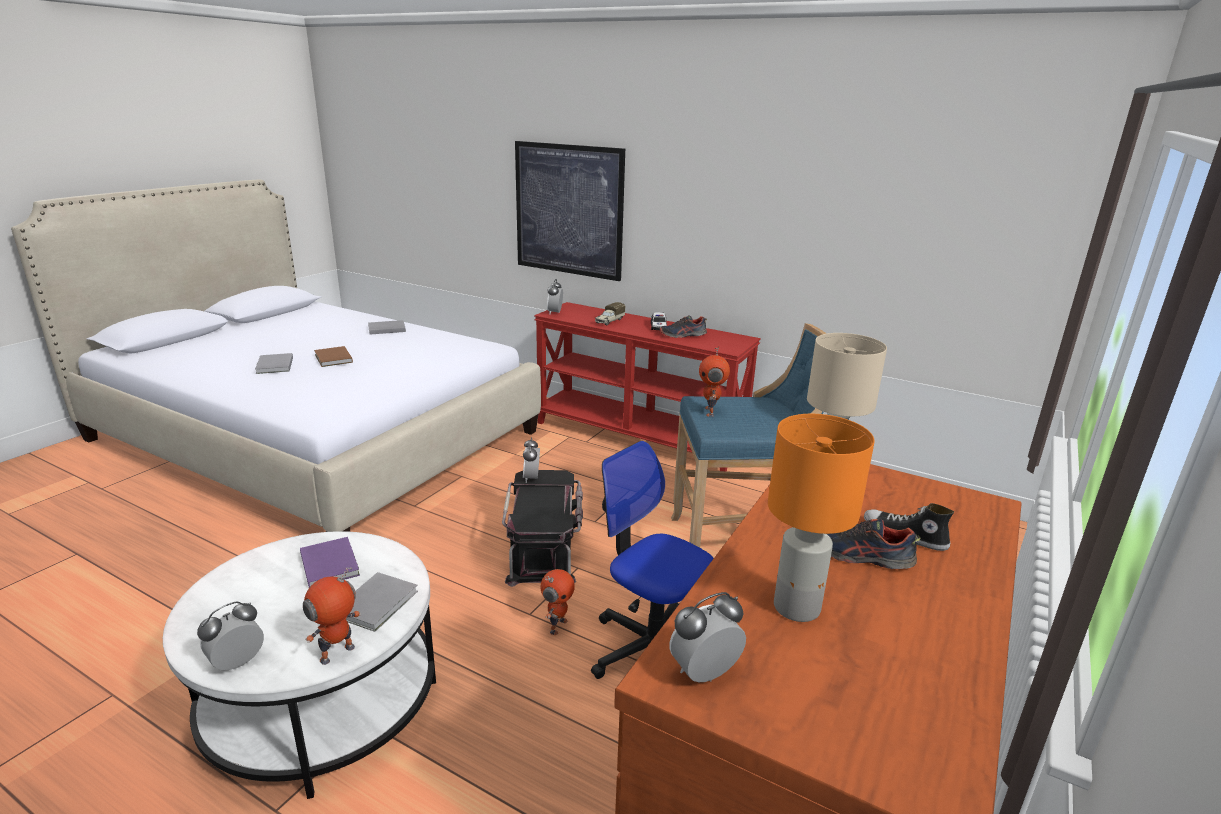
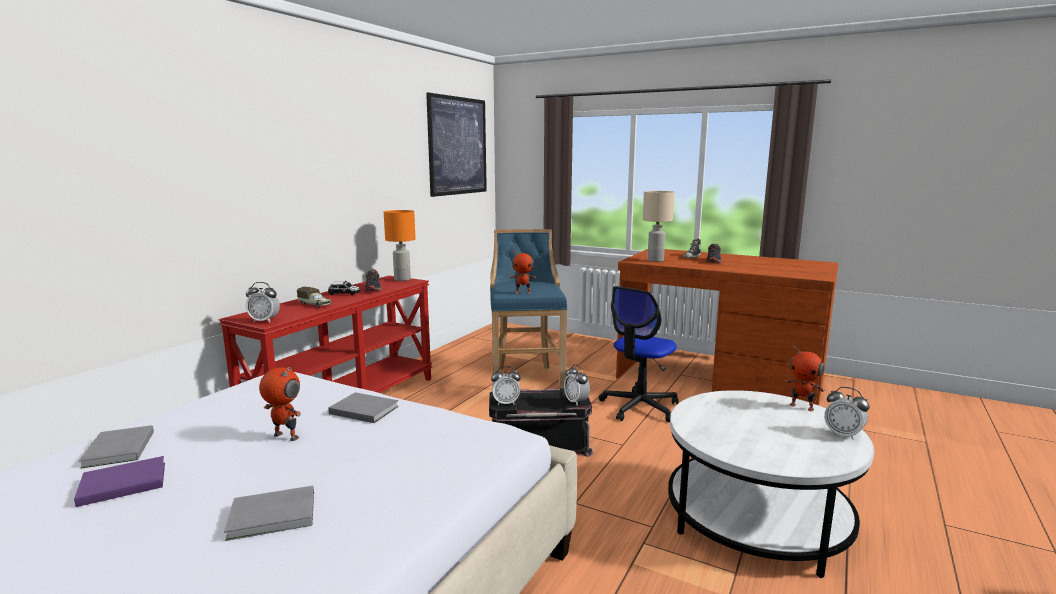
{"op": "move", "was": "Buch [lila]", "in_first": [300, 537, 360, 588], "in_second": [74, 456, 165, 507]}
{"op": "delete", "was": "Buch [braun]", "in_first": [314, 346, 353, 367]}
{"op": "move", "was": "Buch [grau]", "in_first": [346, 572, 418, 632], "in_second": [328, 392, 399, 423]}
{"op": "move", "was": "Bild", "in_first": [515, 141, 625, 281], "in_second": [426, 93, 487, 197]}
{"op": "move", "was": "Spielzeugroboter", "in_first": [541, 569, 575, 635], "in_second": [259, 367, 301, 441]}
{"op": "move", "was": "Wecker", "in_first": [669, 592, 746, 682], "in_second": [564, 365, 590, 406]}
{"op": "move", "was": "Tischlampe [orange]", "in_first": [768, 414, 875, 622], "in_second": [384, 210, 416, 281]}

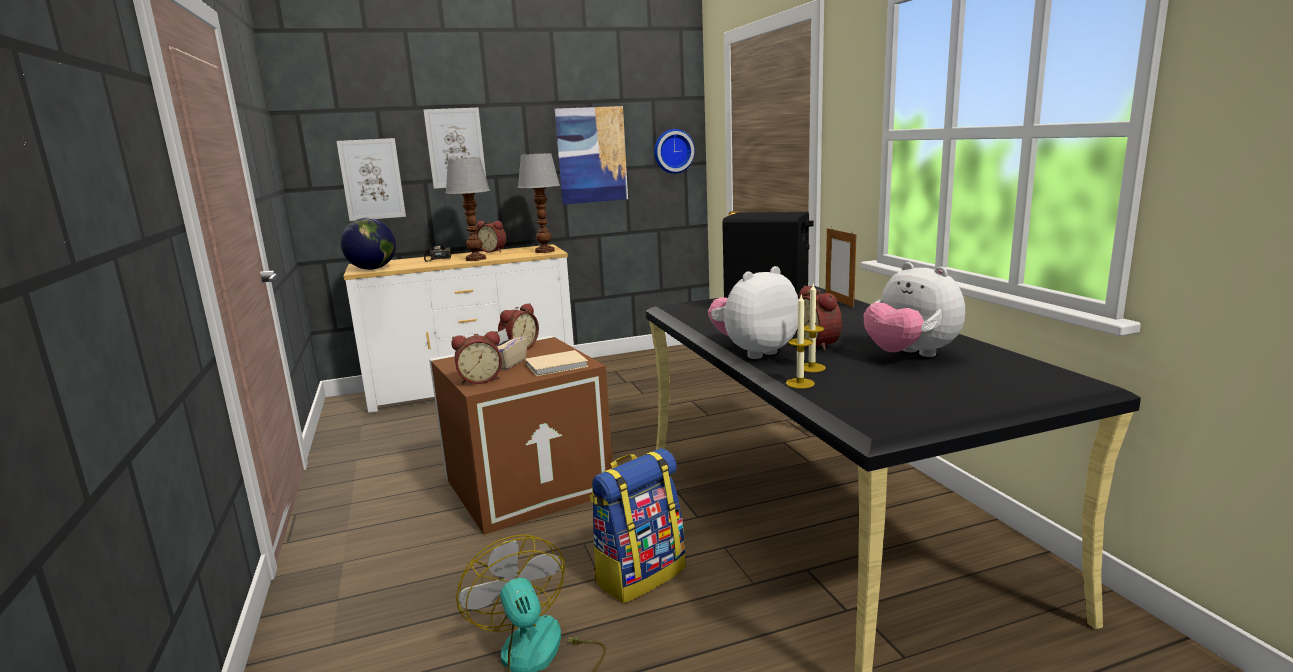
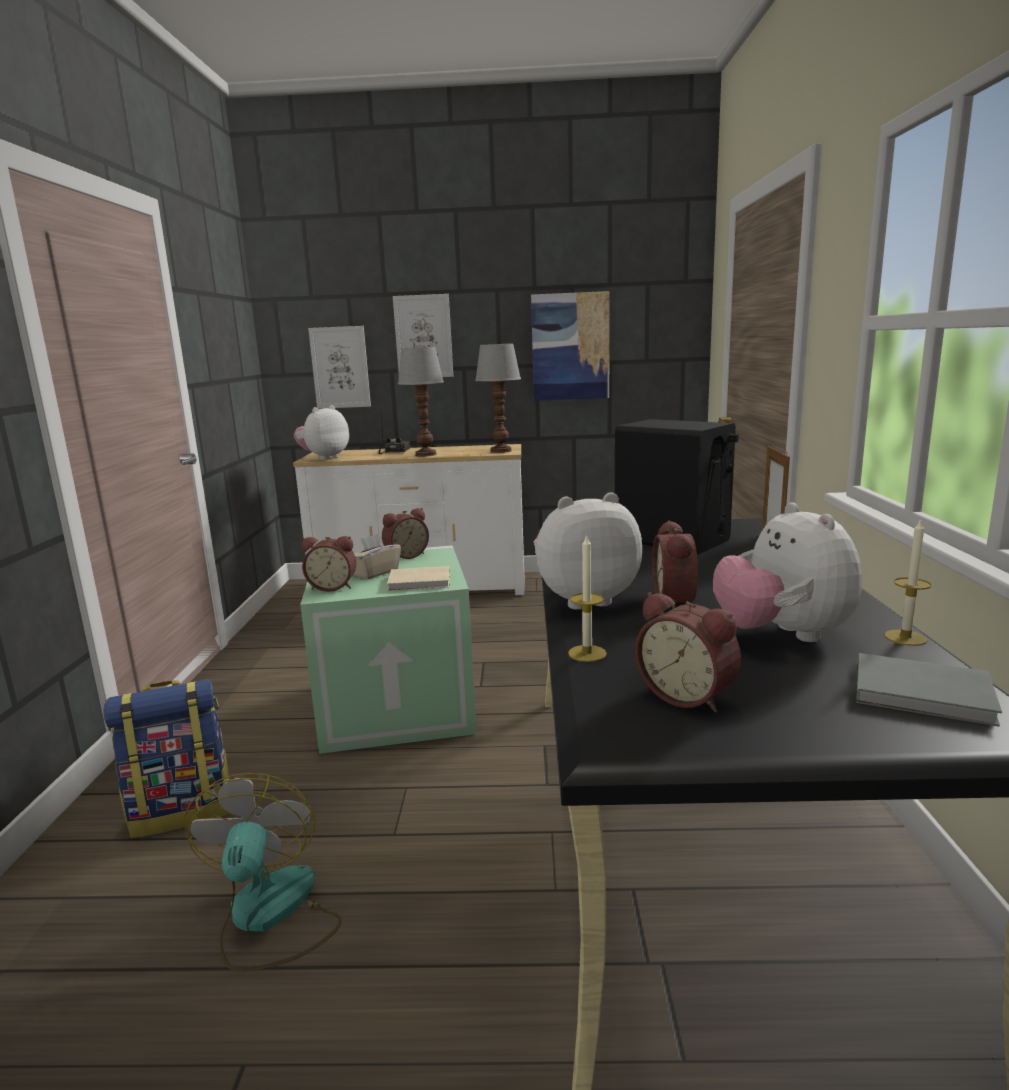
{"op": "replace", "was": "Globus", "now": "Plüschtier", "in_first": [341, 218, 396, 270], "in_second": [294, 405, 349, 460]}
{"op": "recolor", "was": "Aufbewahrungsbox [braun]", "now": "Aufbewahrungsbox [grün]", "in_first": [429, 335, 612, 535], "in_second": [300, 545, 477, 754]}
{"op": "move", "was": "Wecker", "in_first": [476, 221, 506, 253], "in_second": [635, 592, 741, 713]}
{"op": "move", "was": "Rucksack", "in_first": [590, 449, 686, 603], "in_second": [103, 679, 229, 838]}
{"op": "delete", "was": "Wanduhr", "in_first": [654, 129, 695, 174]}
{"op": "move", "was": "Kerze", "in_first": [804, 284, 826, 372], "in_second": [884, 518, 932, 646]}
{"op": "insert", "now": "Buch [grau]", "in_second": [856, 653, 1002, 727]}

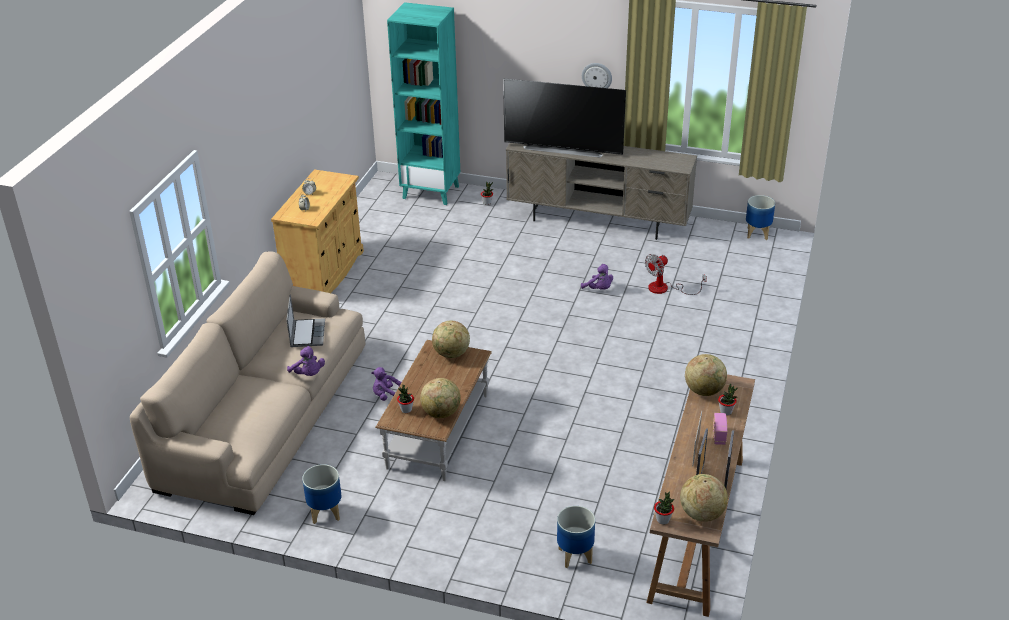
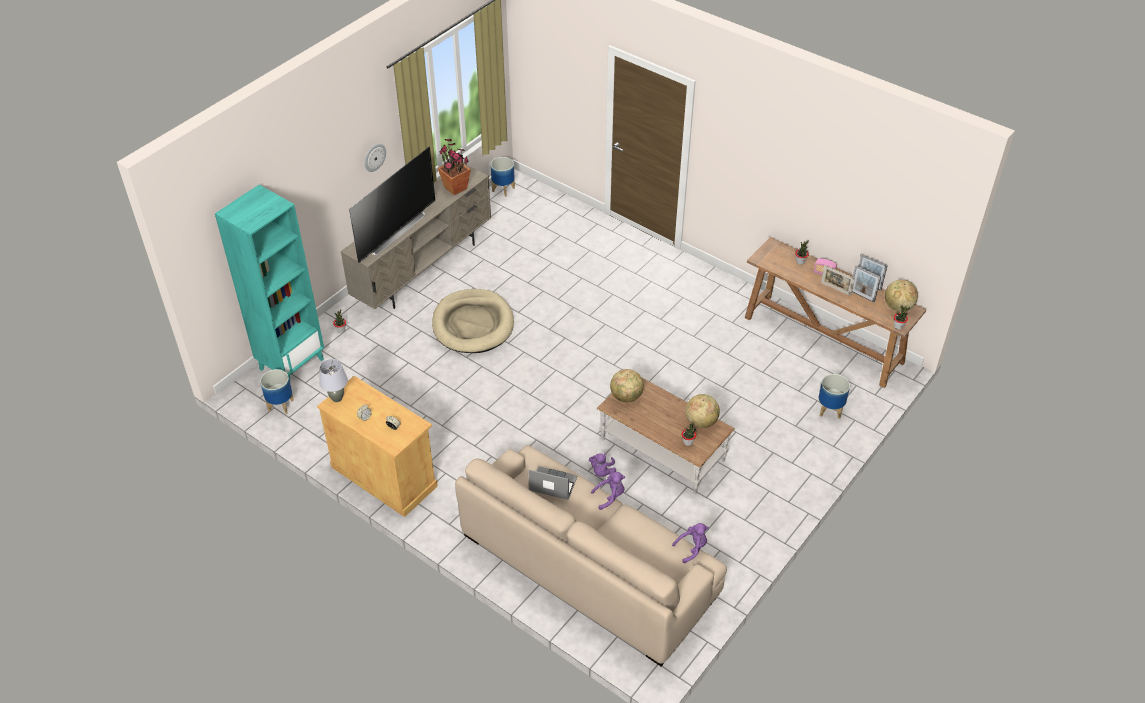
{"op": "move", "was": "Pflanzkübel", "in_first": [302, 464, 342, 524], "in_second": [260, 369, 294, 414]}
{"op": "move", "was": "Plüschtier [lila]", "in_first": [581, 264, 613, 289], "in_second": [672, 523, 709, 563]}
{"op": "delete", "was": "Ventilator", "in_first": [645, 254, 707, 295]}
{"op": "delete", "was": "Globus", "in_first": [685, 354, 727, 396]}
{"op": "insert", "now": "Tischlampe [grau]", "in_second": [319, 359, 348, 402]}
{"op": "insert", "now": "Hundebett [beige]", "in_second": [432, 289, 514, 353]}
{"op": "insert", "now": "Topfpflanze", "in_second": [438, 139, 471, 195]}

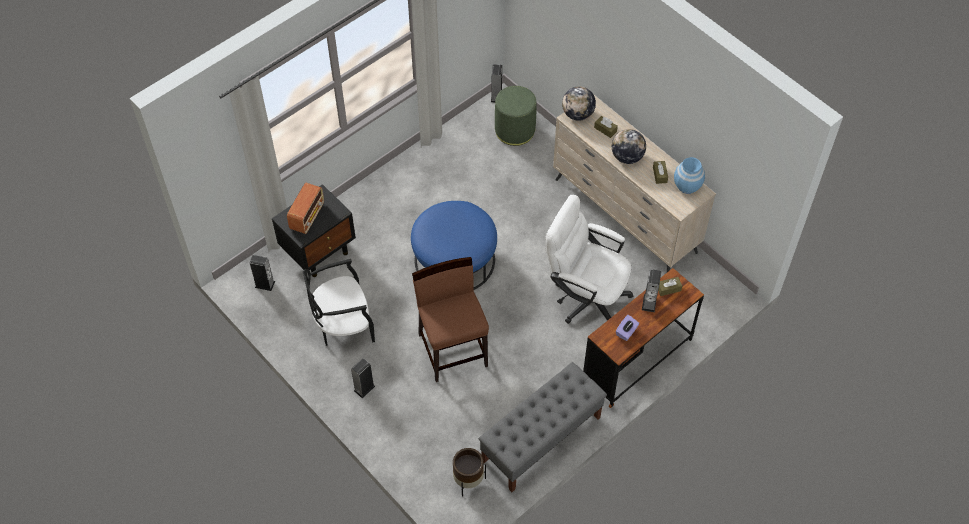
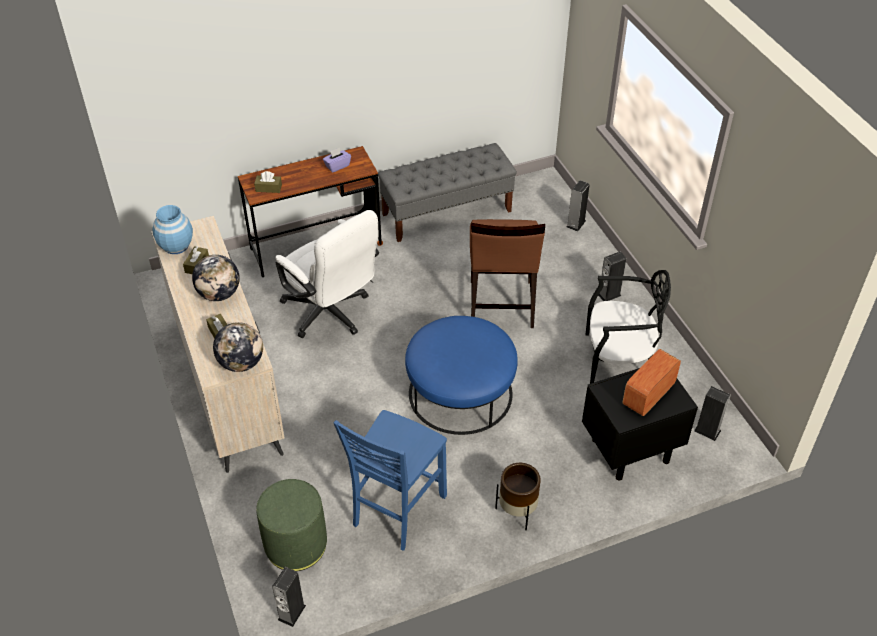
{"op": "move", "was": "Pflanzkübel [braun]", "in_first": [453, 448, 486, 497], "in_second": [495, 463, 541, 530]}
{"op": "move", "was": "Lautsprecher", "in_first": [642, 269, 661, 312], "in_second": [567, 180, 589, 232]}
{"op": "insert", "now": "Stuhl [blau]", "in_second": [333, 410, 447, 551]}

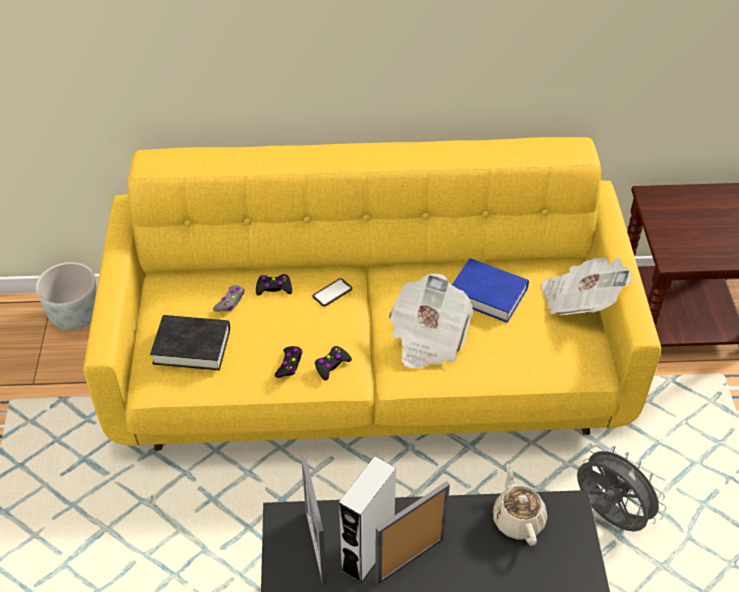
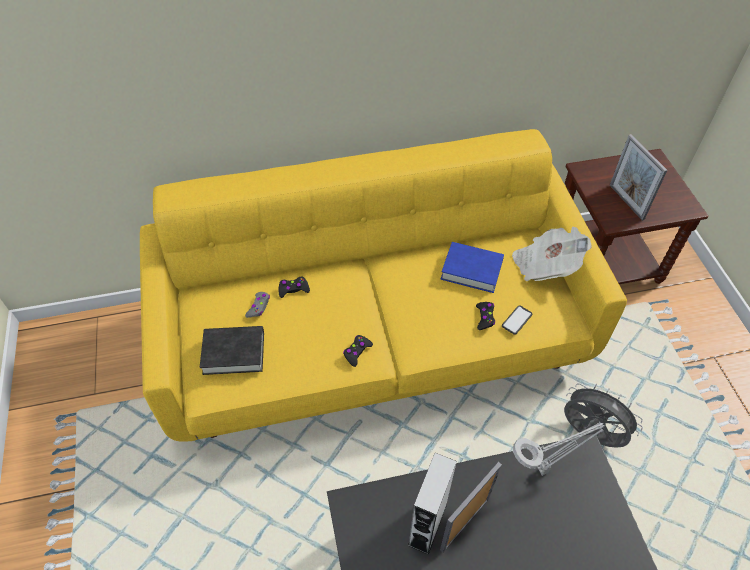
{"op": "delete", "was": "Pflanzkübel [grau]", "in_first": [35, 262, 97, 331]}
{"op": "move", "was": "Gamepad [schwarz]", "in_first": [275, 346, 303, 378], "in_second": [476, 302, 495, 330]}
{"op": "move", "was": "Bilderrahmen", "in_first": [301, 455, 327, 585], "in_second": [610, 134, 667, 221]}
{"op": "move", "was": "Handy", "in_first": [312, 278, 352, 306], "in_second": [502, 305, 532, 335]}
{"op": "delete", "was": "Zeitung", "in_first": [389, 273, 473, 368]}
{"op": "replace", "was": "Teekanne [beige]", "now": "Tischlampe [grau]", "in_first": [492, 464, 547, 546], "in_second": [513, 422, 604, 476]}

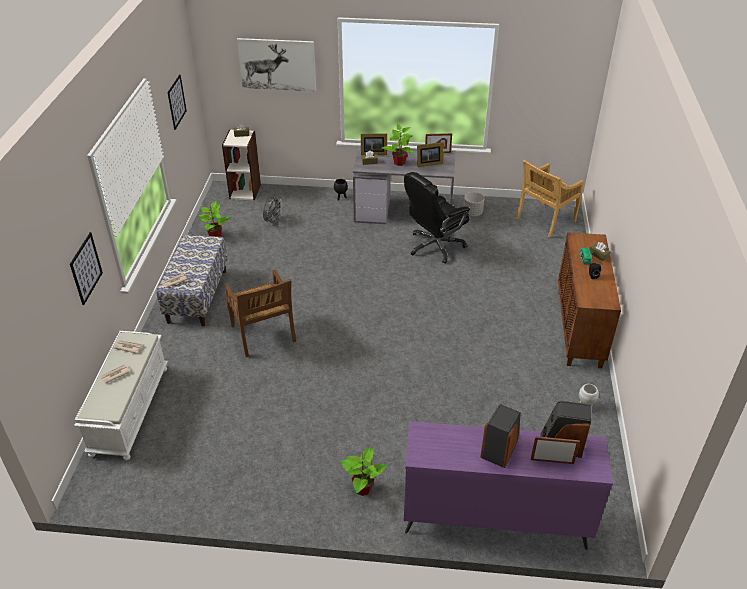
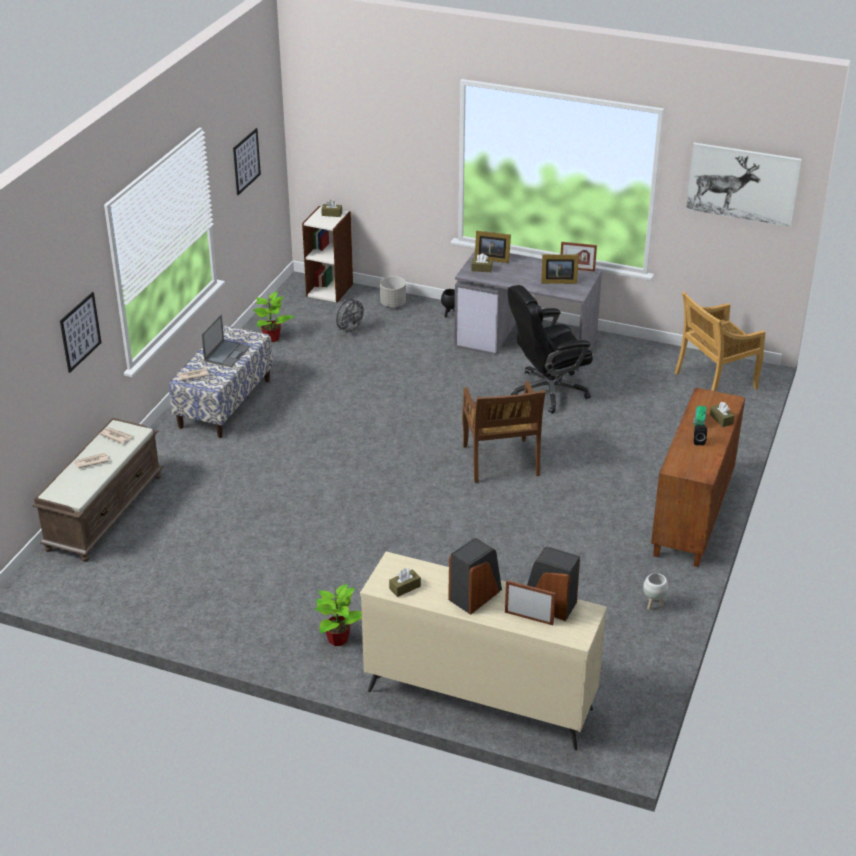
{"op": "recolor", "was": "Bank [weiß]", "now": "Bank [braun]", "in_first": [74, 331, 168, 460], "in_second": [33, 418, 163, 562]}
{"op": "move", "was": "Stuhl [braun]", "in_first": [225, 270, 296, 357], "in_second": [462, 381, 546, 483]}
{"op": "move", "was": "Bild", "in_first": [237, 38, 316, 92], "in_second": [686, 143, 802, 227]}
{"op": "delete", "was": "Topfpflanze", "in_first": [382, 124, 413, 166]}
{"op": "recolor", "was": "Kommode [lila]", "now": "Kommode [beige]", "in_first": [404, 421, 613, 550], "in_second": [360, 552, 607, 750]}
{"op": "move", "was": "Pflanzkübel [grau]", "in_first": [464, 192, 484, 216], "in_second": [380, 276, 406, 307]}
{"op": "insert", "now": "Laptop", "in_second": [201, 315, 250, 367]}
{"op": "insert", "now": "Taschentuchbox [braun]", "in_second": [389, 568, 421, 597]}

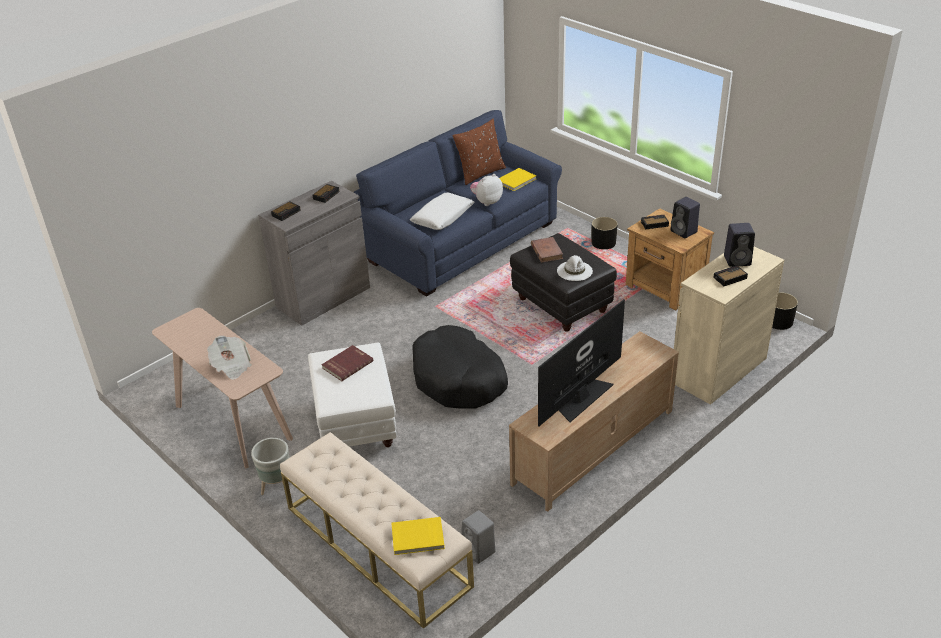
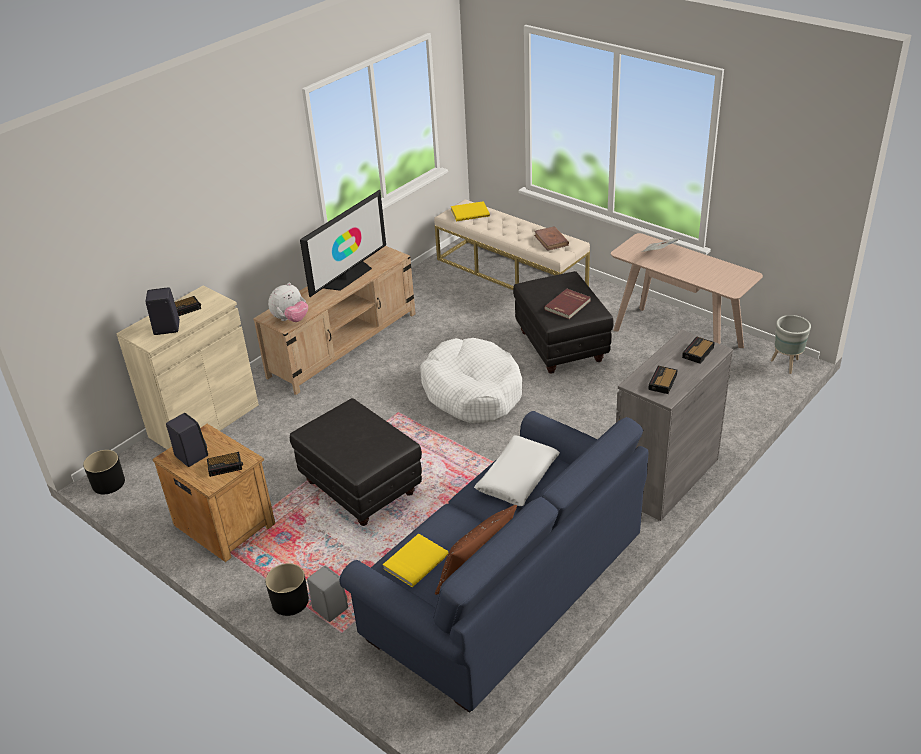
{"op": "move", "was": "Pflanzkübel [grau]", "in_first": [251, 438, 291, 495], "in_second": [771, 315, 811, 374]}
{"op": "recolor", "was": "Polsterhocker [weiß]", "now": "Polsterhocker [schwarz]", "in_first": [308, 342, 397, 447], "in_second": [513, 271, 614, 374]}
{"op": "recolor", "was": "Hundebett [schwarz]", "now": "Hundebett [weiß]", "in_first": [412, 325, 508, 409], "in_second": [420, 338, 522, 423]}
{"op": "move", "was": "Lautsprecher [grau]", "in_first": [461, 510, 496, 564], "in_second": [307, 566, 348, 622]}
{"op": "move", "was": "Plüschtier", "in_first": [470, 174, 503, 206], "in_second": [268, 282, 308, 322]}
{"op": "move", "was": "Buch [braun]", "in_first": [531, 237, 563, 263], "in_second": [534, 226, 569, 251]}
{"op": "delete", "was": "Hut [weiß]", "in_first": [557, 255, 593, 281]}

